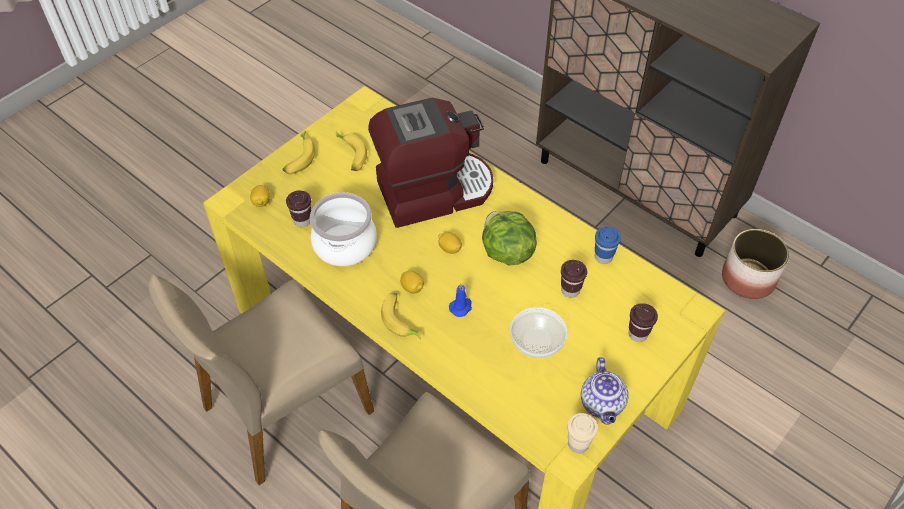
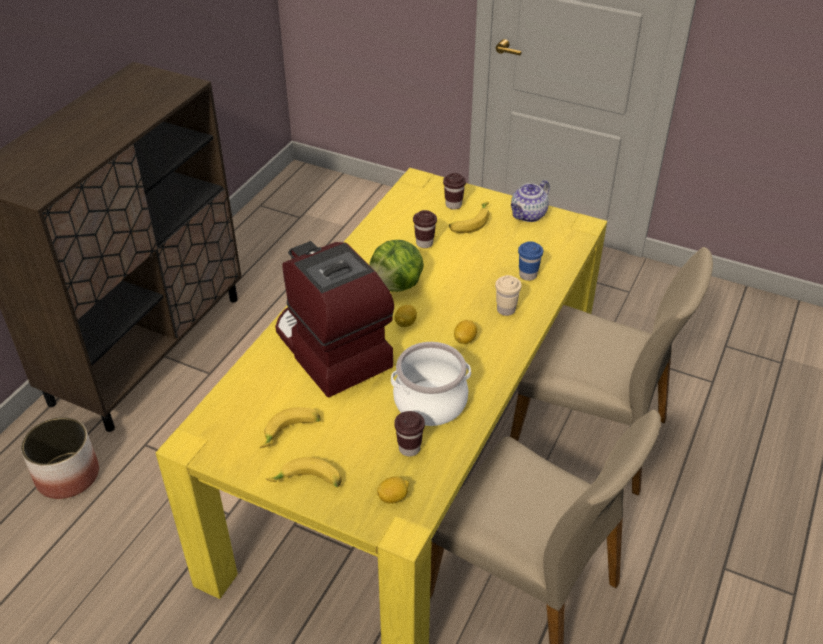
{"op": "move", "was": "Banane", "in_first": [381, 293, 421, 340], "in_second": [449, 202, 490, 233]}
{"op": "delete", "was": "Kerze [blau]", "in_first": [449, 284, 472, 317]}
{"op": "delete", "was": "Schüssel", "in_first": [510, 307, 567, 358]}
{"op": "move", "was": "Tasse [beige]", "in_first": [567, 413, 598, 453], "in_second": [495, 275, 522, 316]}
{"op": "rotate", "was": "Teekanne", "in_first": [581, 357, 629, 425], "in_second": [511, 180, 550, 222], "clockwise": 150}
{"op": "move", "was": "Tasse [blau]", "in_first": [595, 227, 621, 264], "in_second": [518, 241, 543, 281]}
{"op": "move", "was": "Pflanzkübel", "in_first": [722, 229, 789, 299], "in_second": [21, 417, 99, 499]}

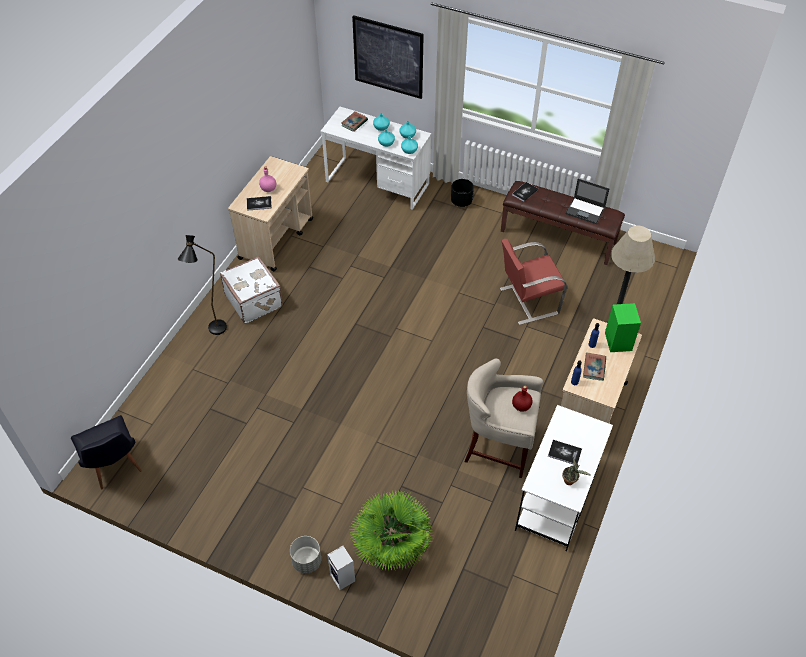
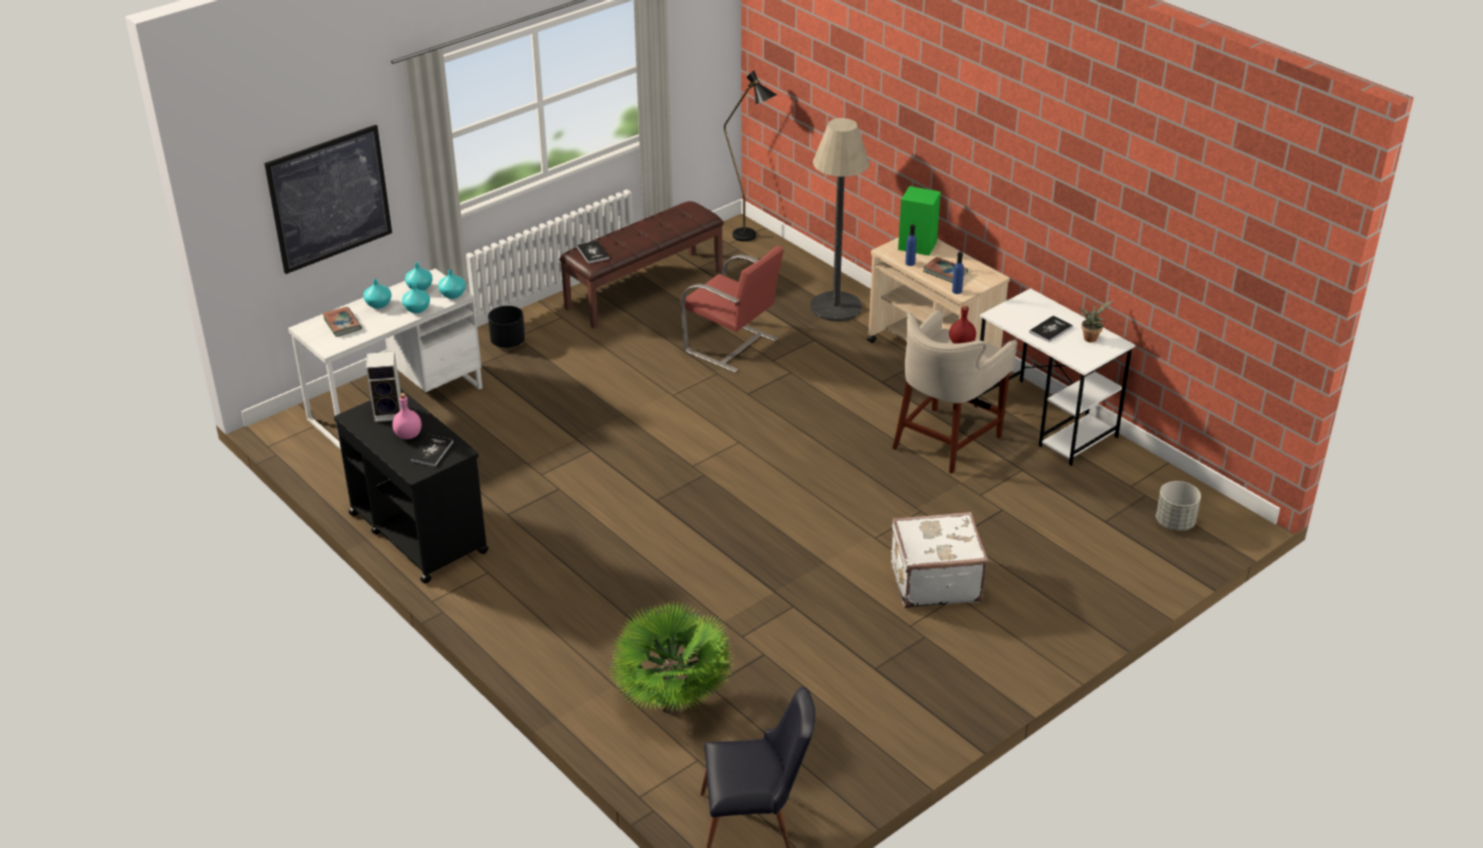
{"op": "move", "was": "Stehlampe [schwarz]", "in_first": [178, 235, 227, 335], "in_second": [724, 71, 777, 242]}
{"op": "move", "was": "Koffer [weiß]", "in_first": [220, 256, 283, 324], "in_second": [891, 512, 988, 608]}
{"op": "recolor", "was": "Rollwagen [beige]", "now": "Rollwagen [schwarz]", "in_first": [228, 156, 313, 272], "in_second": [334, 388, 489, 583]}
{"op": "move", "was": "Pflanzkübel [grau]", "in_first": [290, 536, 321, 574], "in_second": [1156, 481, 1201, 531]}
{"op": "move", "was": "Lautsprecher", "in_first": [327, 546, 355, 590], "in_second": [366, 351, 401, 422]}
{"op": "move", "was": "Topfpflanze", "in_first": [350, 490, 433, 572], "in_second": [608, 601, 736, 714]}
{"op": "rotate", "was": "Stuhl [rot]", "in_first": [500, 239, 568, 325], "in_second": [680, 246, 784, 373], "clockwise": -60}
{"op": "delete", "was": "Laptop", "in_first": [565, 179, 609, 224]}

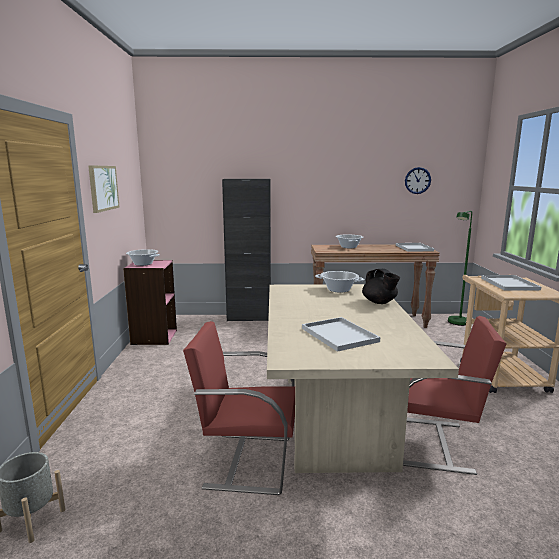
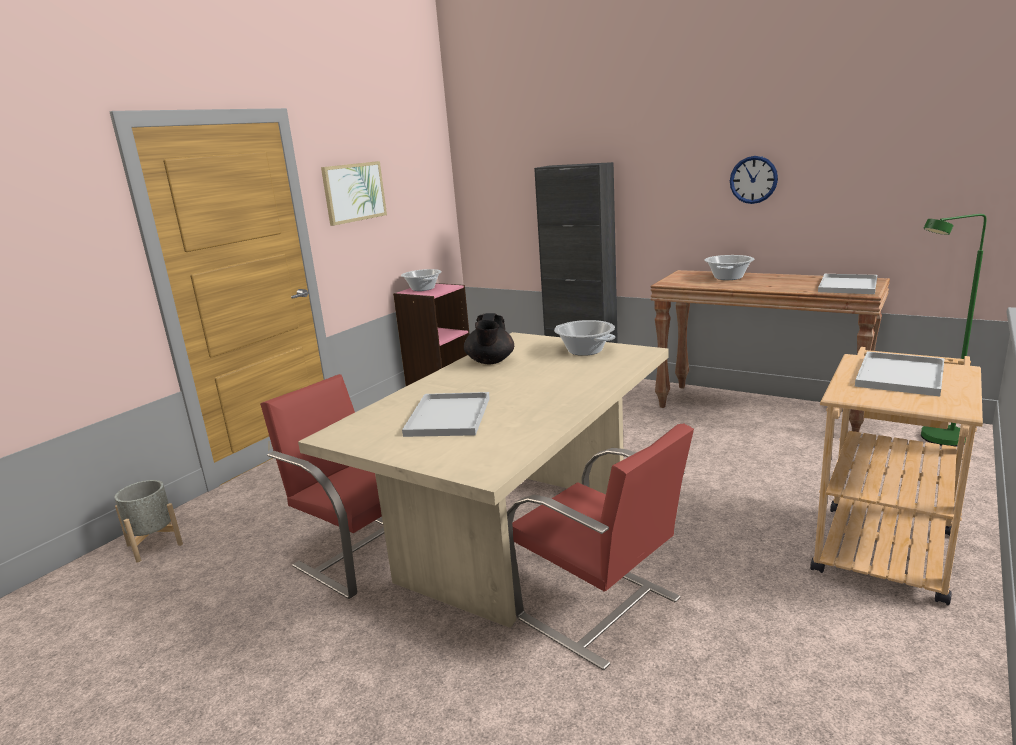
{"op": "move", "was": "Teekanne [schwarz]", "in_first": [362, 269, 400, 304], "in_second": [464, 313, 514, 364]}
{"op": "move", "was": "Wanduhr", "in_first": [405, 167, 431, 194], "in_second": [730, 156, 778, 204]}

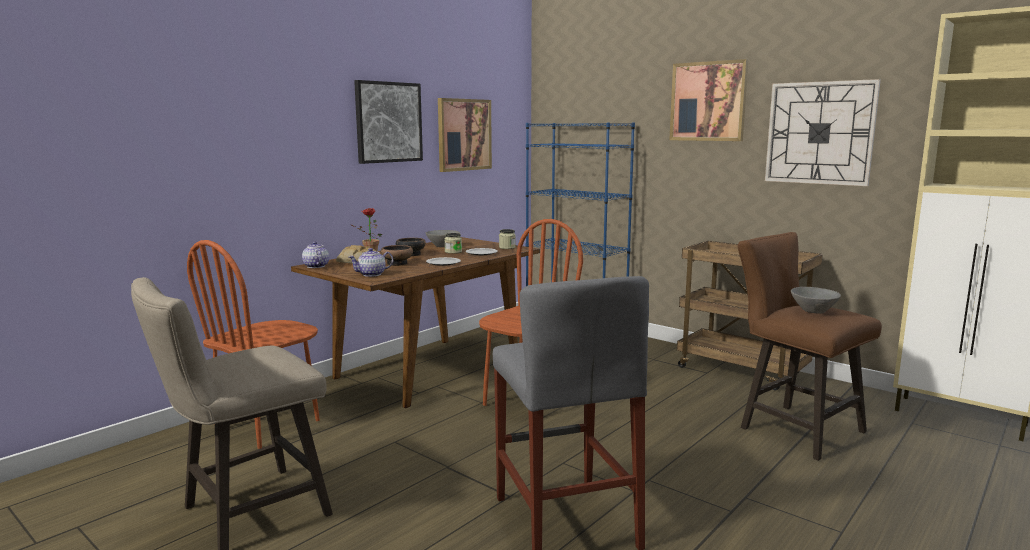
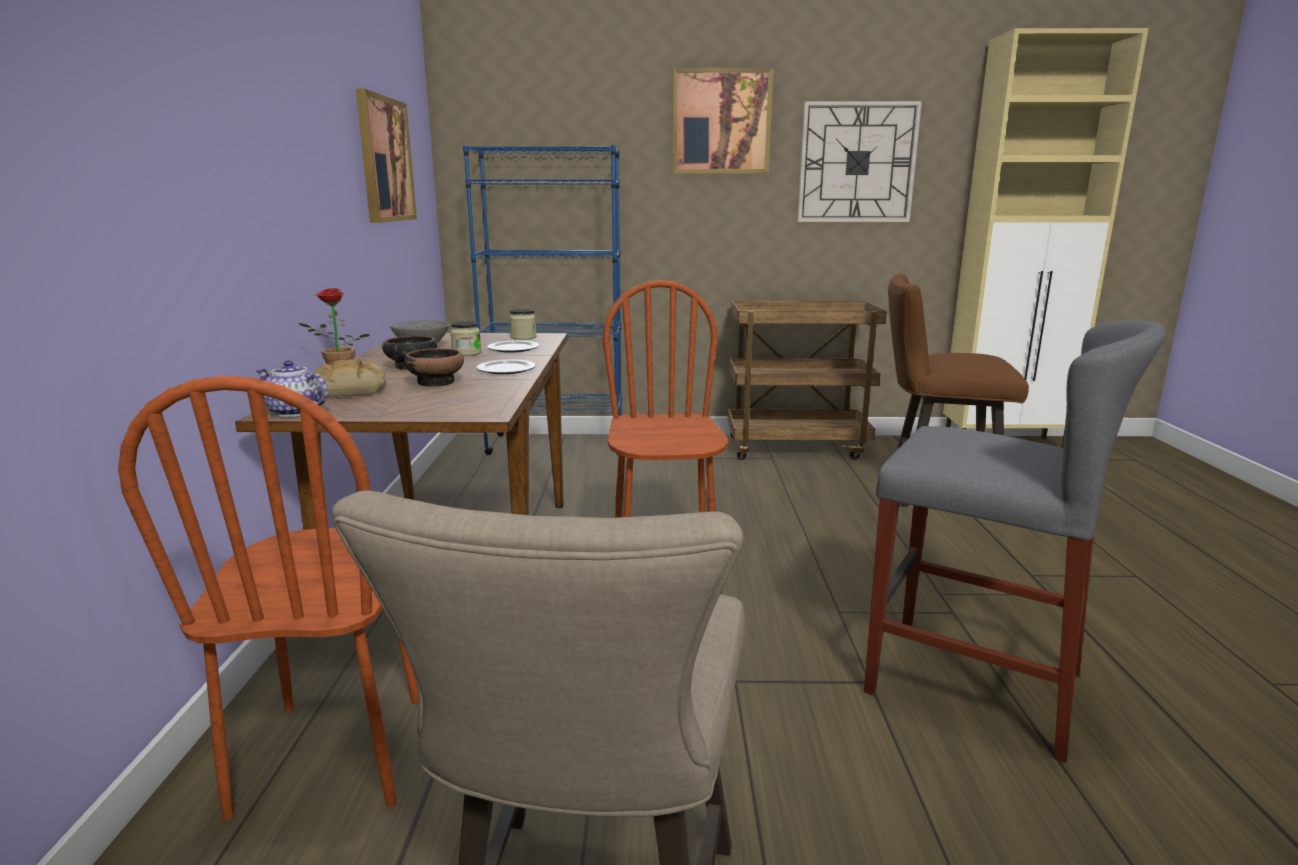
{"op": "delete", "was": "Teekanne", "in_first": [349, 248, 393, 277]}
{"op": "delete", "was": "Bild", "in_first": [354, 80, 423, 164]}
{"op": "delete", "was": "Schüssel [grau]", "in_first": [791, 287, 841, 314]}

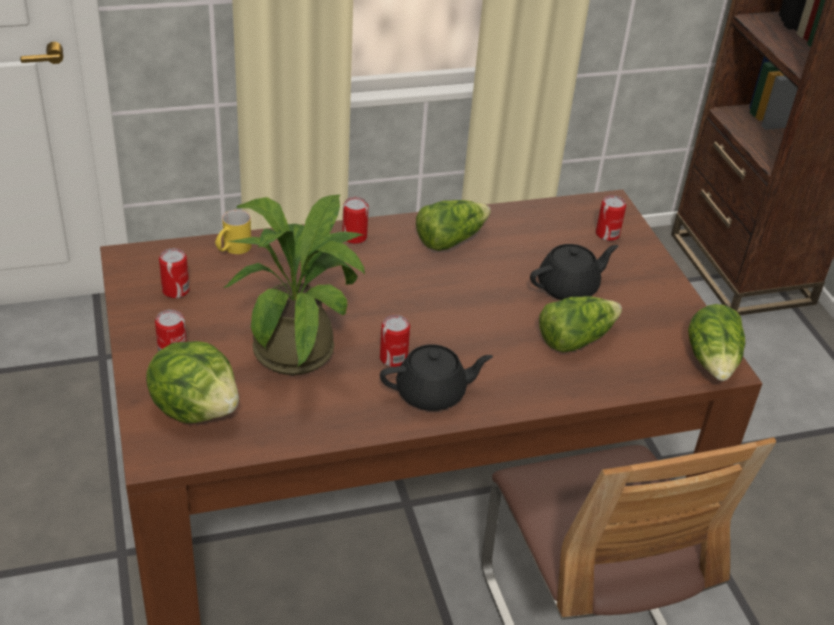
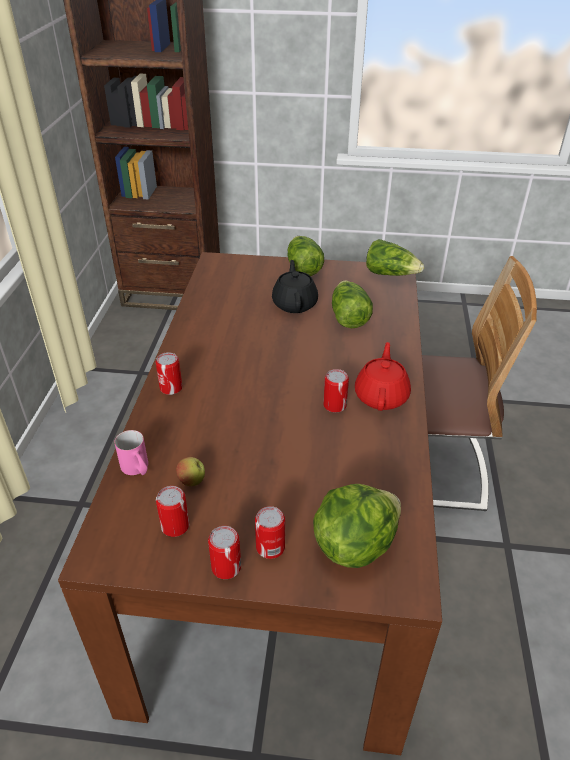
{"op": "recolor", "was": "Henkelbecher [gelb]", "now": "Henkelbecher [rosa]", "in_first": [215, 210, 252, 254], "in_second": [114, 430, 148, 475]}
{"op": "delete", "was": "Topfpflanze", "in_first": [223, 195, 365, 375]}
{"op": "recolor", "was": "Teekanne [schwarz]", "now": "Teekanne [rot]", "in_first": [380, 345, 493, 411], "in_second": [355, 342, 411, 411]}
{"op": "move", "was": "Salatkopf", "in_first": [416, 200, 491, 251], "in_second": [287, 236, 324, 276]}
{"op": "move", "was": "Dose", "in_first": [596, 195, 626, 241], "in_second": [208, 526, 241, 579]}
{"op": "insert", "now": "Apfel", "in_second": [176, 457, 205, 486]}

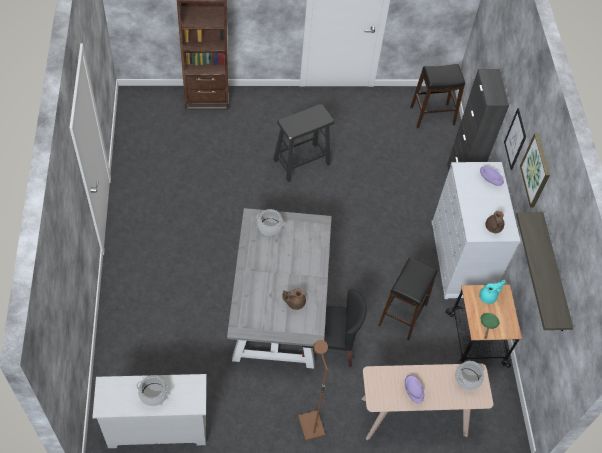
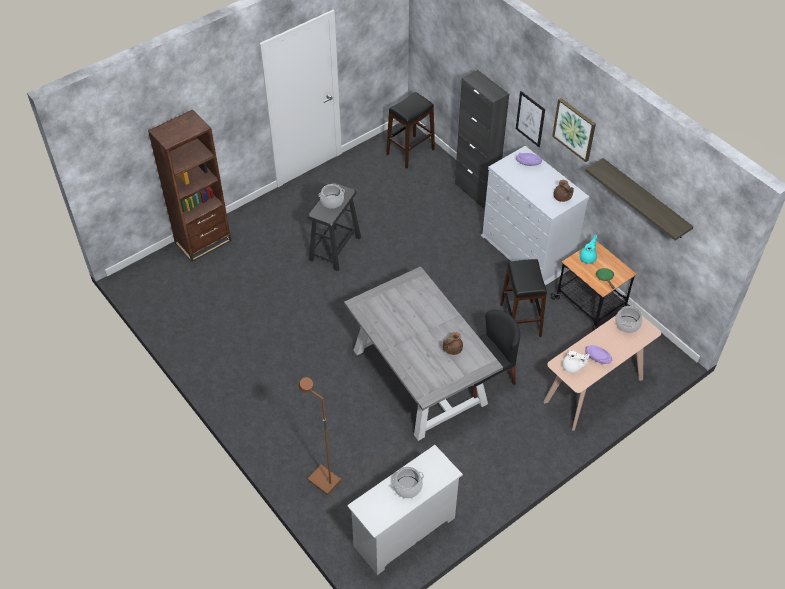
{"op": "move", "was": "Kochtopf", "in_first": [257, 209, 284, 236], "in_second": [318, 184, 345, 209]}
{"op": "move", "was": "Stehlampe [braun]", "in_first": [298, 340, 328, 441], "in_second": [298, 377, 341, 495]}
{"op": "insert", "now": "Teekanne [weiß]", "in_second": [562, 350, 589, 373]}

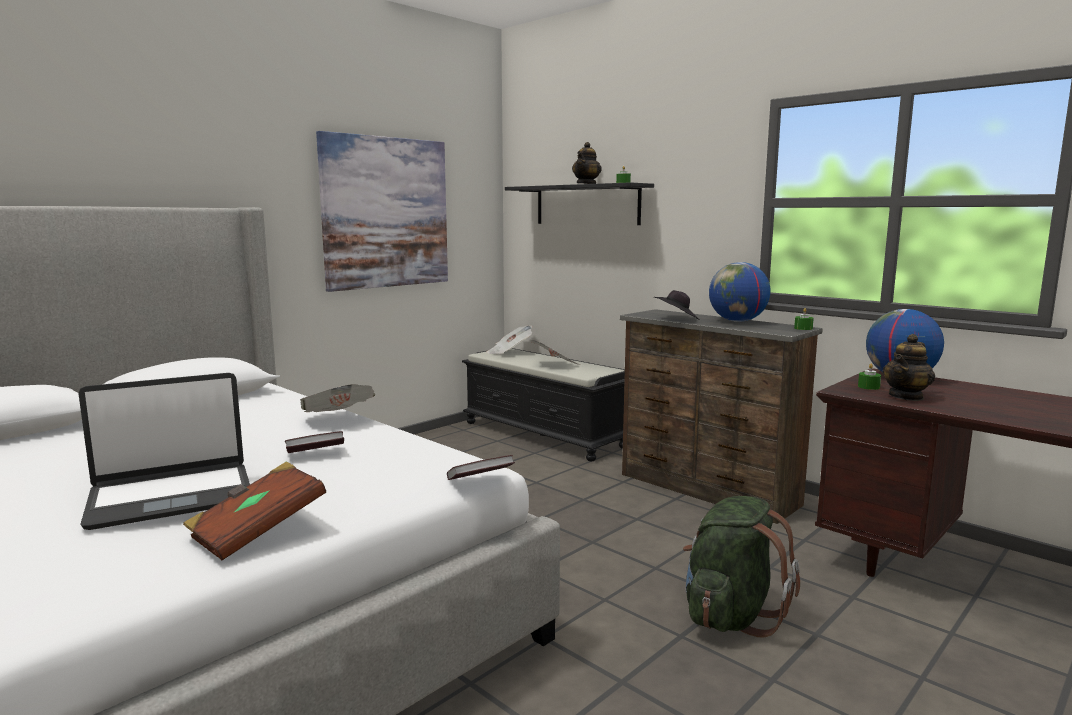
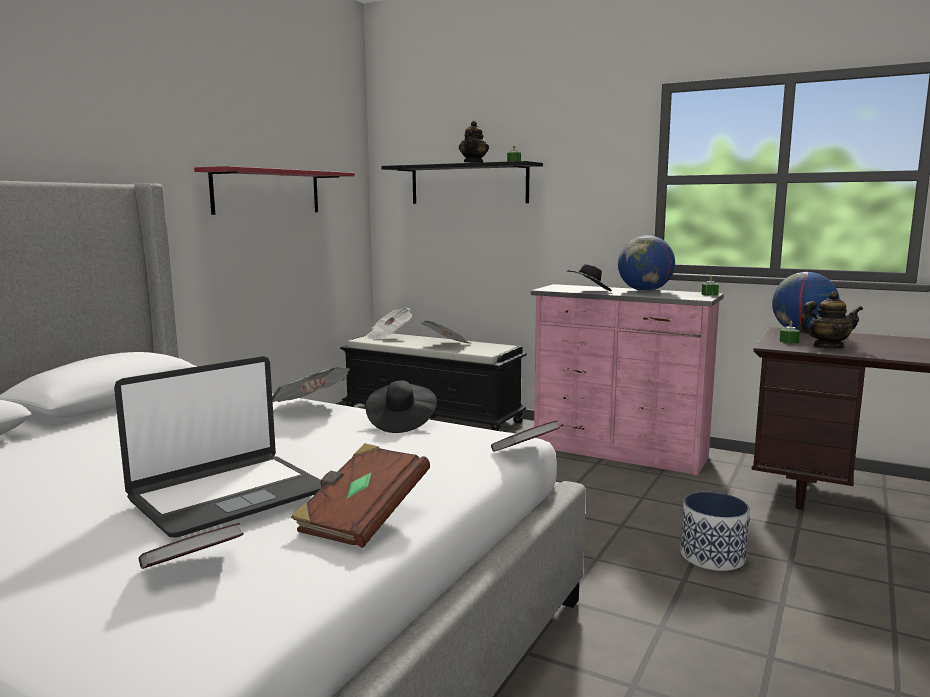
{"op": "move", "was": "Buch", "in_first": [285, 431, 344, 453], "in_second": [139, 523, 243, 569]}
{"op": "replace", "was": "Bild", "now": "Wandregal [rot]", "in_first": [316, 131, 448, 292], "in_second": [194, 166, 355, 215]}
{"op": "recolor", "was": "Kommode [braun]", "now": "Kommode [rosa]", "in_first": [620, 309, 823, 524], "in_second": [531, 284, 724, 475]}
{"op": "replace", "was": "Rucksack [grün]", "now": "Pflanzkübel", "in_first": [683, 496, 800, 638], "in_second": [680, 492, 750, 571]}
{"op": "rotate", "was": "Teekanne", "in_first": [883, 334, 935, 401], "in_second": [798, 291, 863, 348], "clockwise": -120}
{"op": "insert", "now": "Hut [schwarz]", "in_second": [366, 380, 437, 433]}

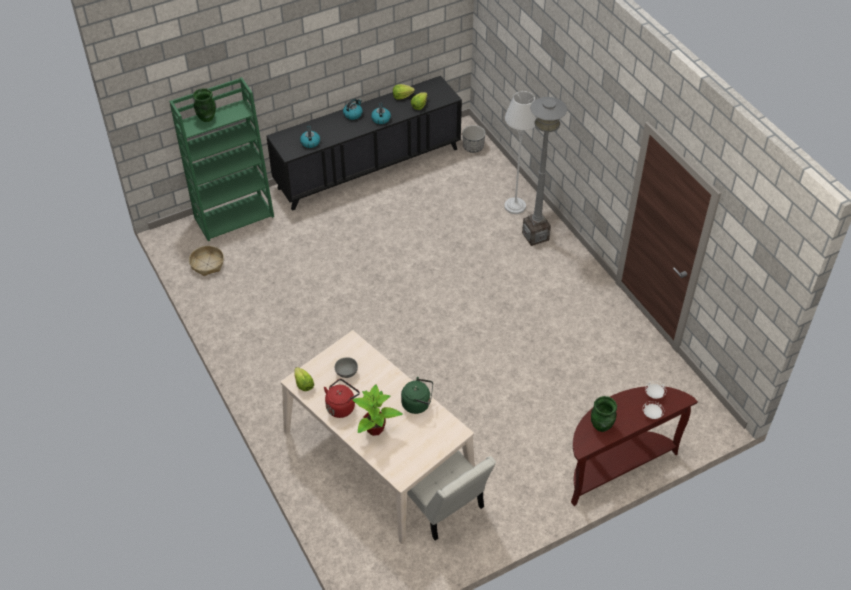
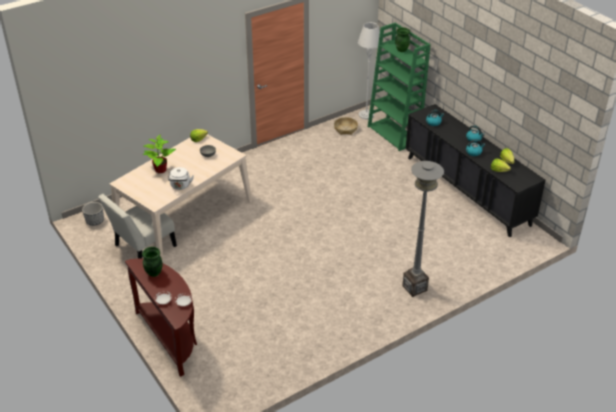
{"op": "delete", "was": "Wasserkessel [rot]", "in_first": [324, 379, 360, 418]}
{"op": "recolor", "was": "Wasserkessel [grün]", "now": "Wasserkessel [weiß]", "in_first": [401, 377, 433, 414], "in_second": [168, 167, 194, 190]}
{"op": "move", "was": "Pflanzkübel", "in_first": [462, 125, 486, 153], "in_second": [82, 202, 104, 226]}
{"op": "move", "was": "Stehlampe [grau]", "in_first": [504, 91, 537, 214], "in_second": [358, 22, 383, 119]}

